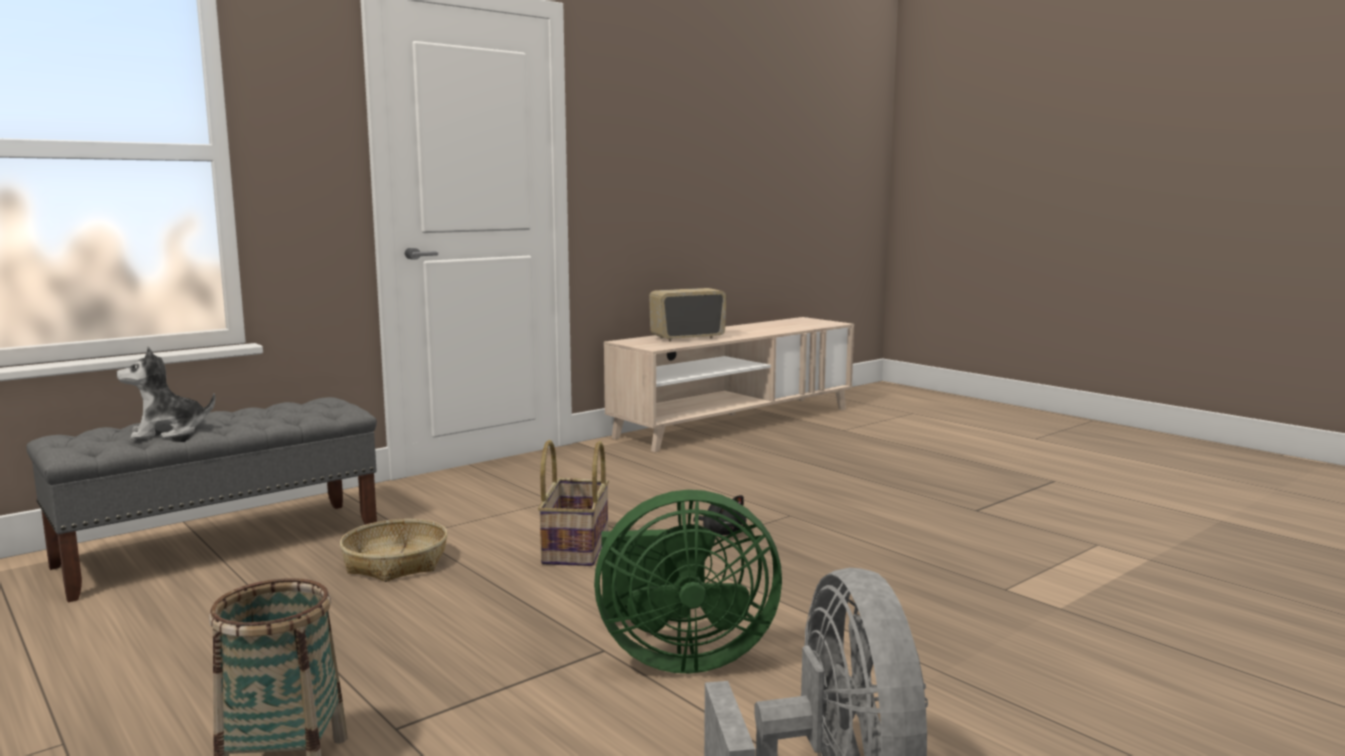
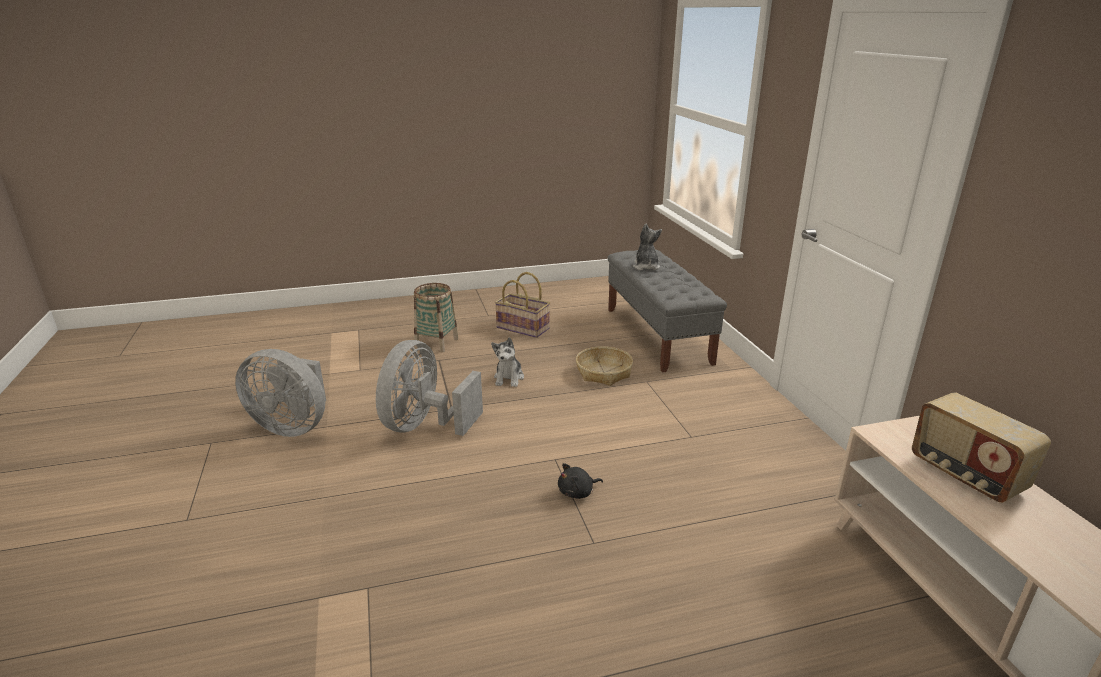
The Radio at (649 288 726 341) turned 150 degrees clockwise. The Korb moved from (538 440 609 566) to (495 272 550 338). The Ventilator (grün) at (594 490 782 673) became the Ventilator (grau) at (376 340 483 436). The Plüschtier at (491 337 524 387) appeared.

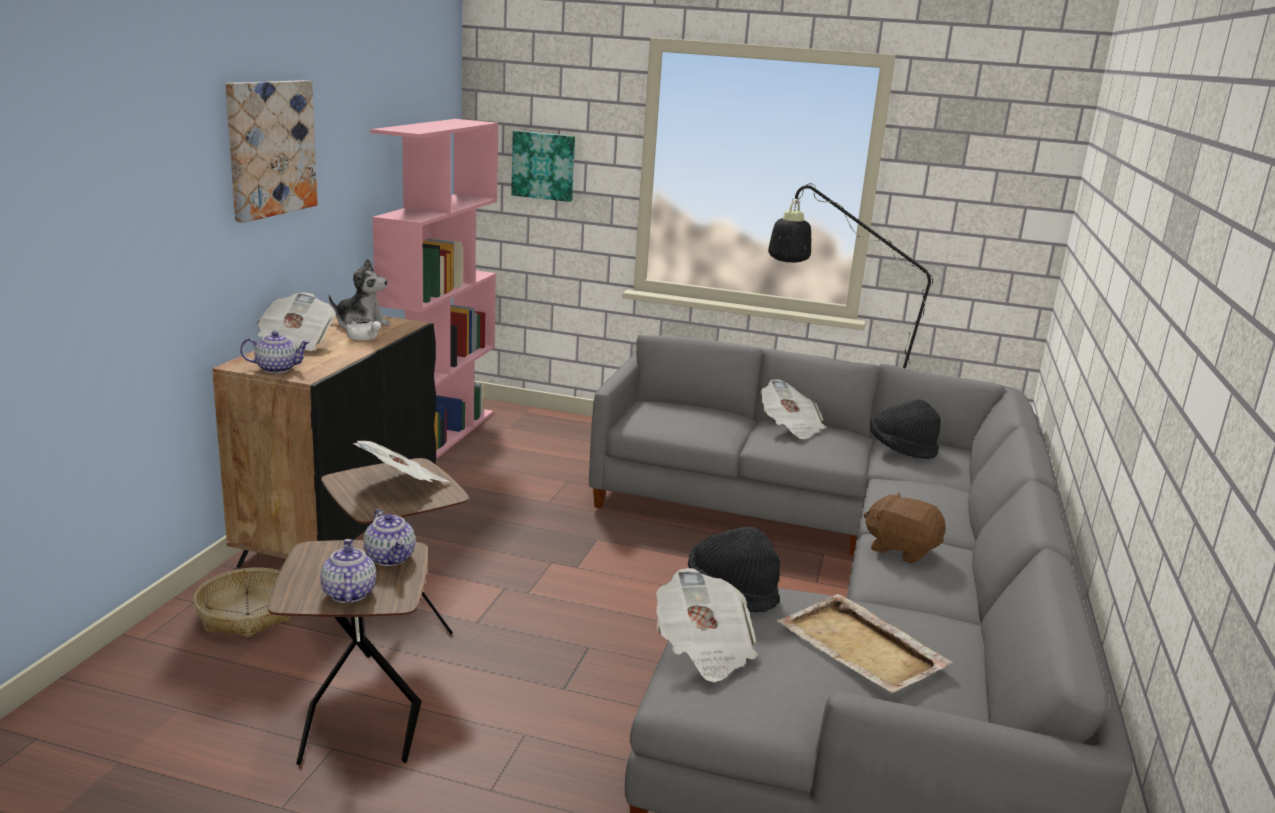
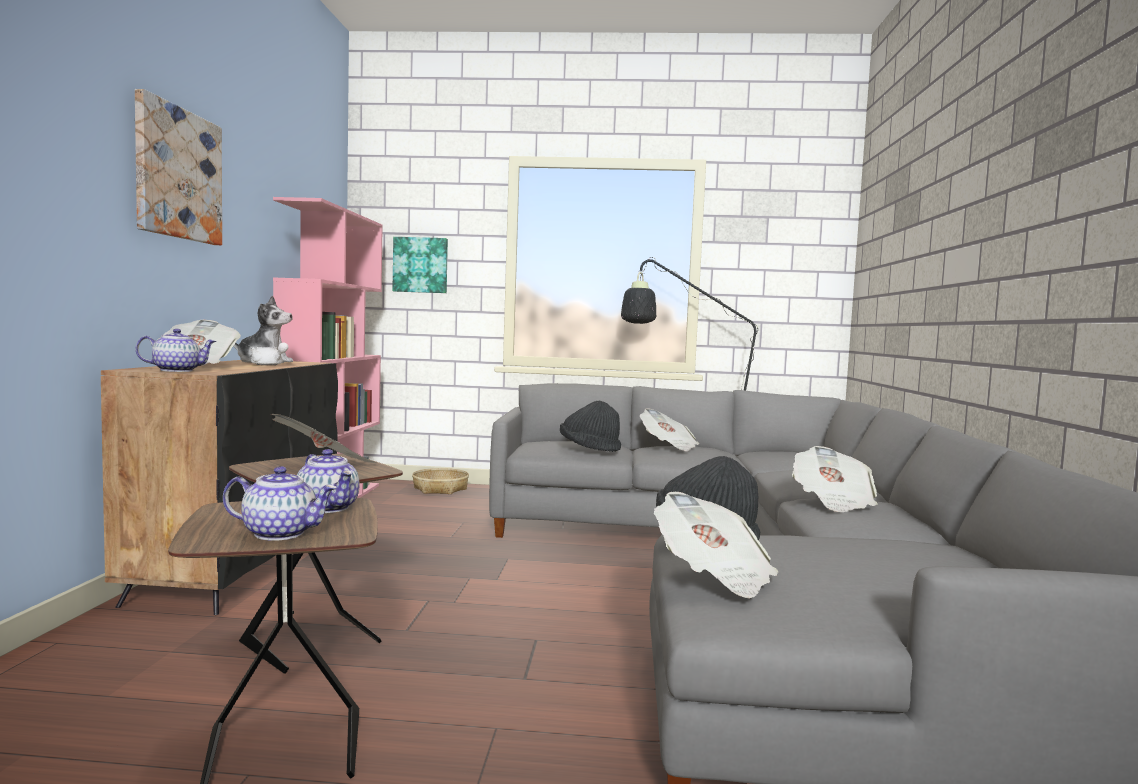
The Hut (schwarz) moved from (870 399 940 459) to (560 401 621 452). The Plüschtier (braun) at (864 492 946 564) was replaced by the Zeitung at (792 446 878 512). The Teekanne at (320 539 376 603) turned 120 degrees clockwise. The Korb moved from (194 567 290 638) to (412 468 469 494). The Tablett (beige) at (777 594 953 693) disappeared.

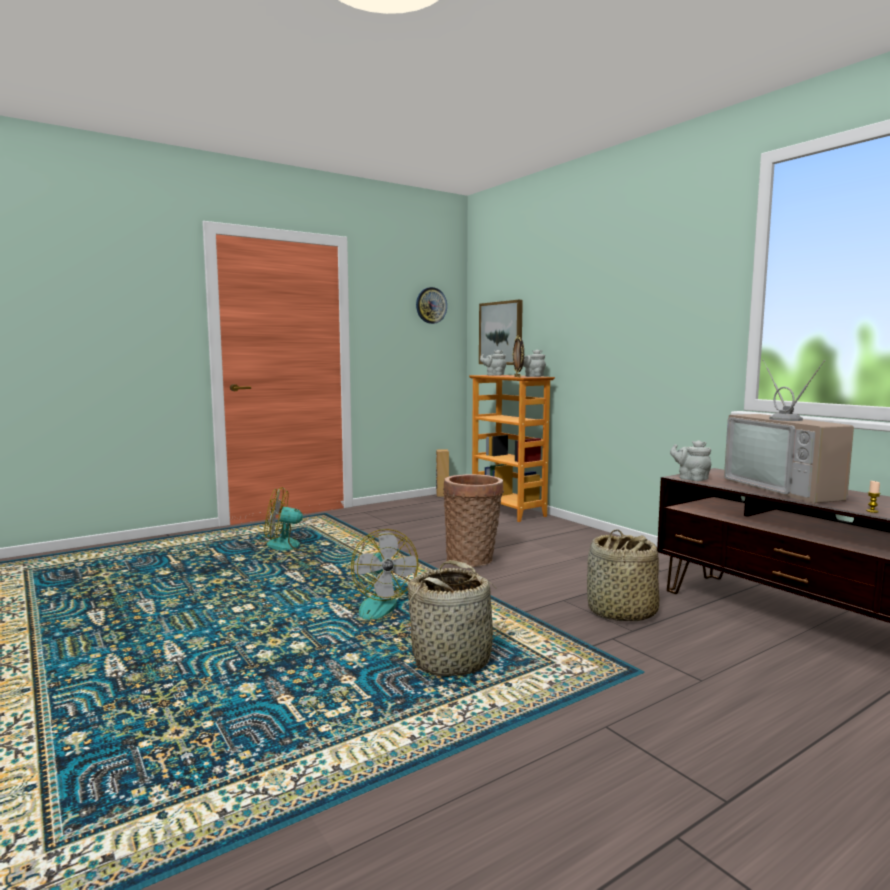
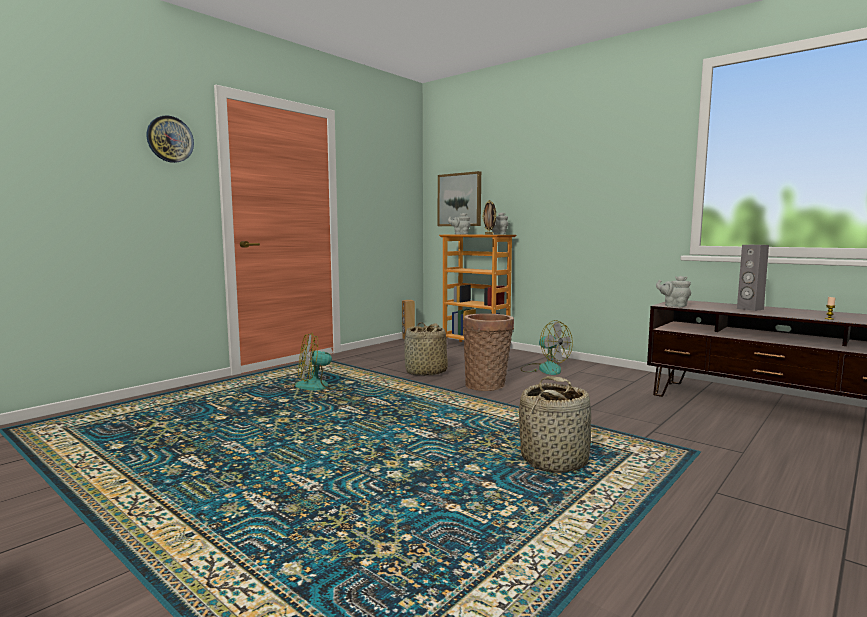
The Wanduhr moved from (416 287 447 324) to (146 115 194 163). The Fernseher at (724 359 854 503) was replaced by the Lautsprecher (grau) at (737 245 769 311). The Ventilator moved from (347 529 418 620) to (521 320 573 375). The Korb moved from (587 529 659 621) to (404 322 448 376).

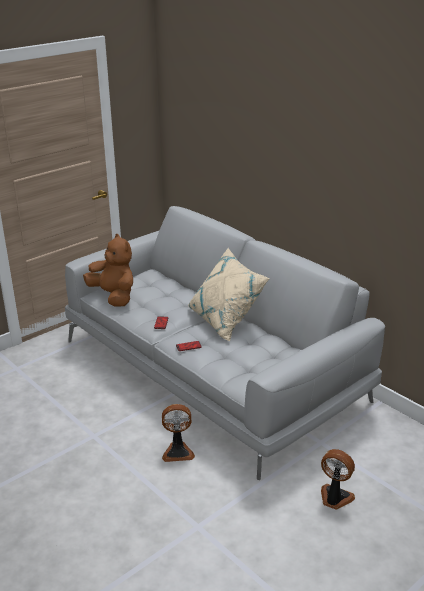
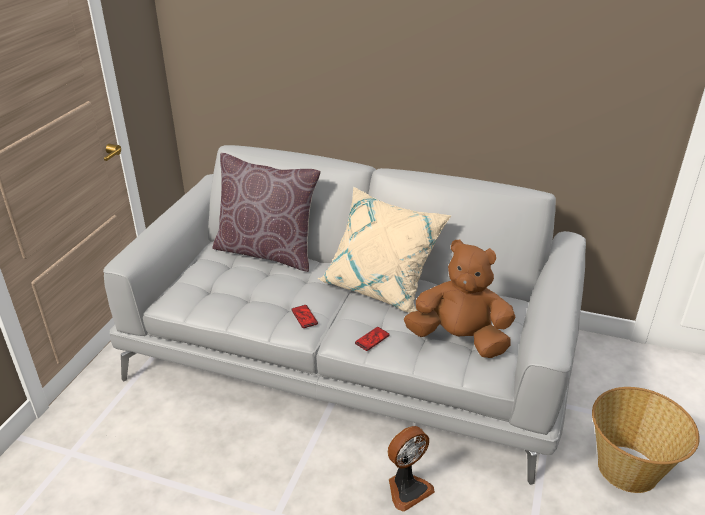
The Plüschtier (braun) moved from (83 234 133 306) to (404 240 515 358). The Ventilator at (321 449 355 510) was replaced by the Korb at (592 387 700 493). The Kissen (braun) at (212 153 321 272) appeared.

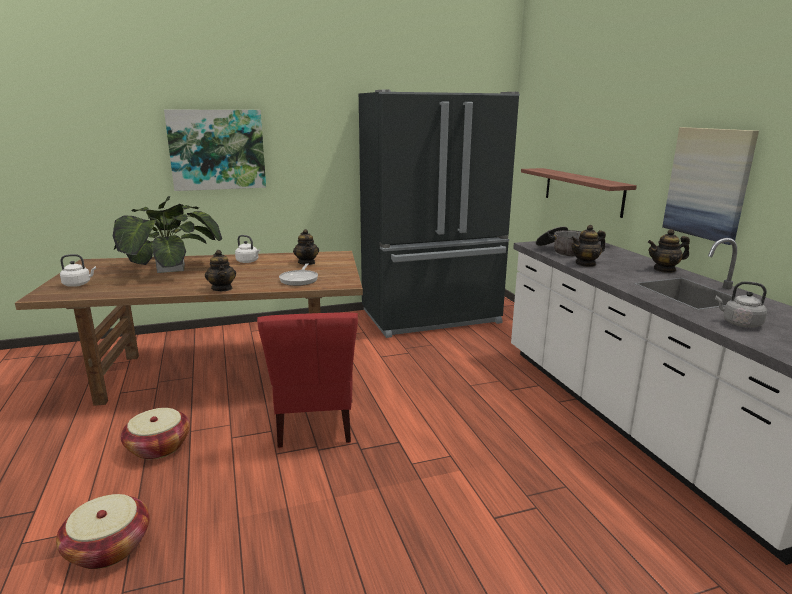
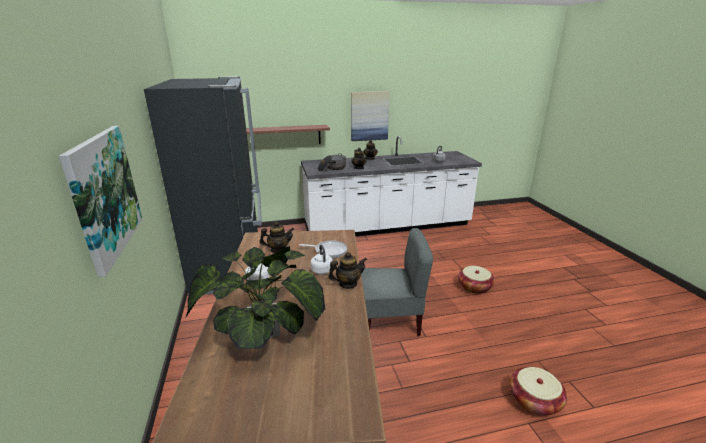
The Wasserkessel (weiß) moved from (60 254 96 287) to (311 245 333 275). The Stuhl (rot) at (257 312 358 448) became the Stuhl (grau) at (361 228 433 336). The Korb moved from (121 408 190 460) to (458 266 495 294).

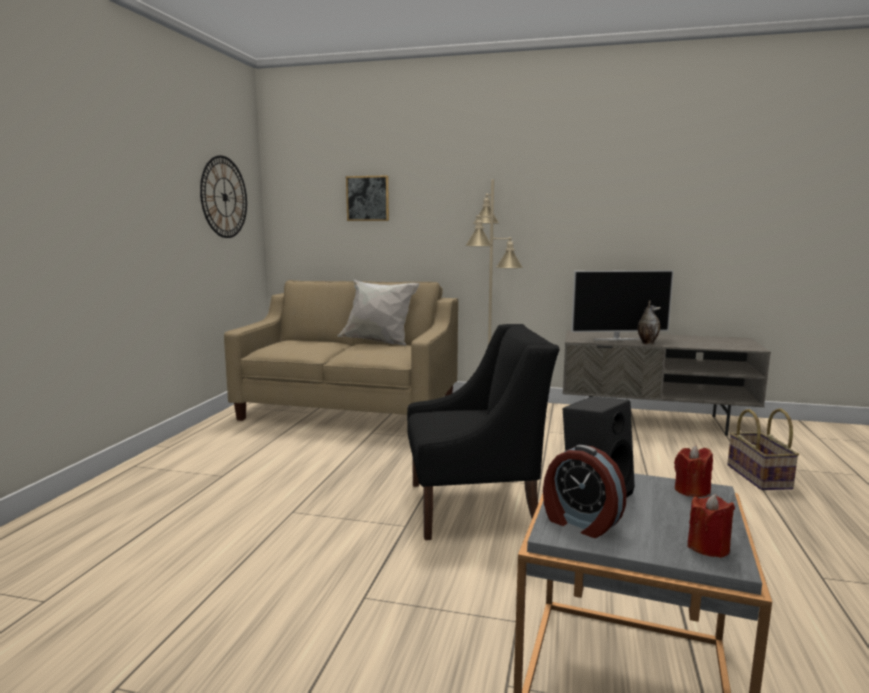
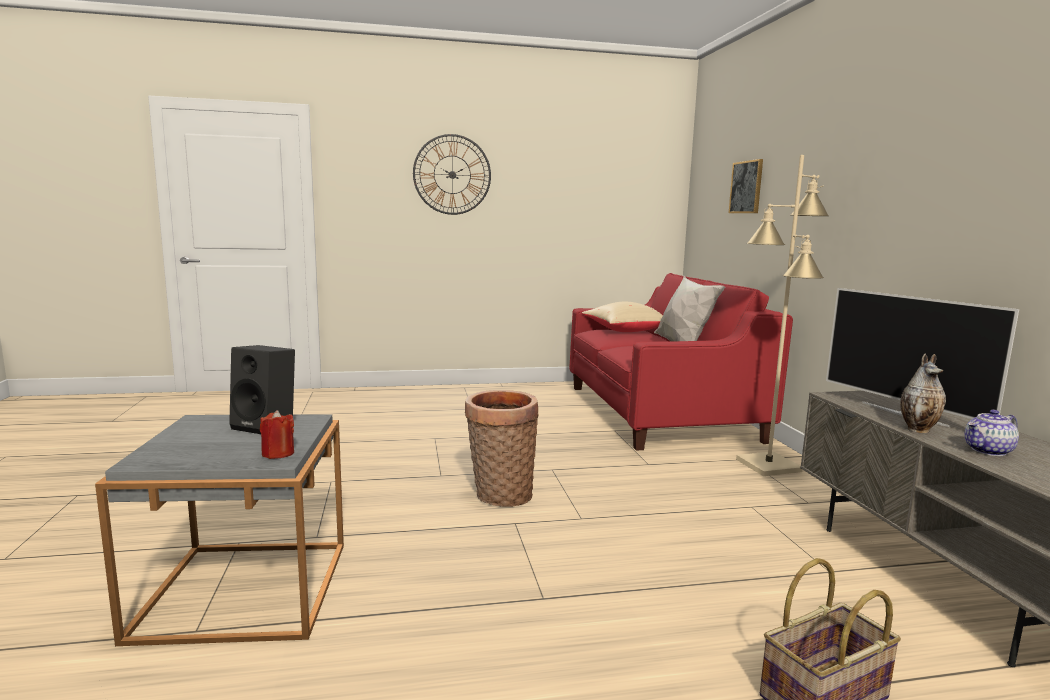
The Wanduhr moved from (200 155 247 238) to (413 134 491 215). The Sofa (beige) at (224 280 458 421) became the Sofa (rot) at (569 273 793 450). The Sessel (schwarz) at (407 324 559 540) was replaced by the Korb at (465 390 539 507). The Wecker at (543 445 627 538) disappeared. The Kerze (rot) at (687 494 735 558) disappeared. The Kissen (beige) at (582 302 663 332) appeared. The Teekanne at (964 410 1019 456) appeared.

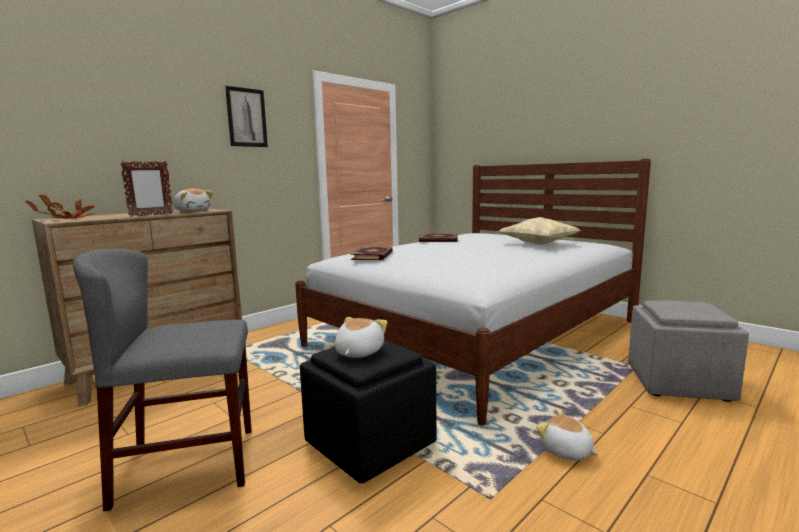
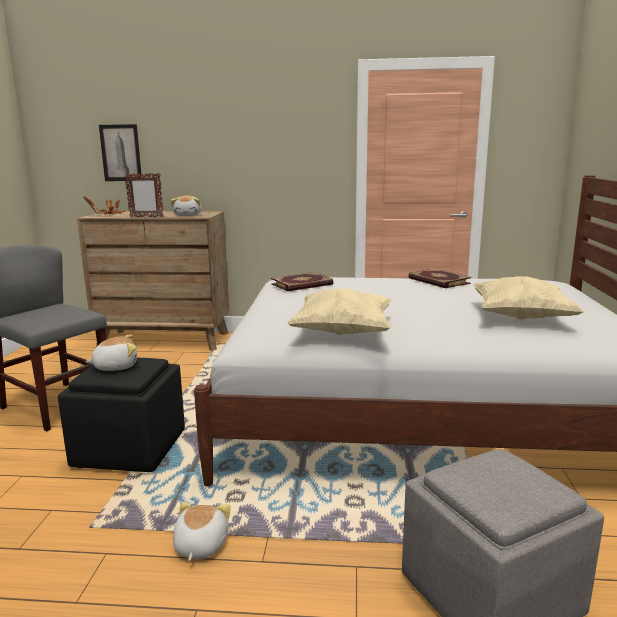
The Bild moved from (225 86 268 147) to (99 124 142 181). The Kissen (beige) at (287 288 392 335) appeared.

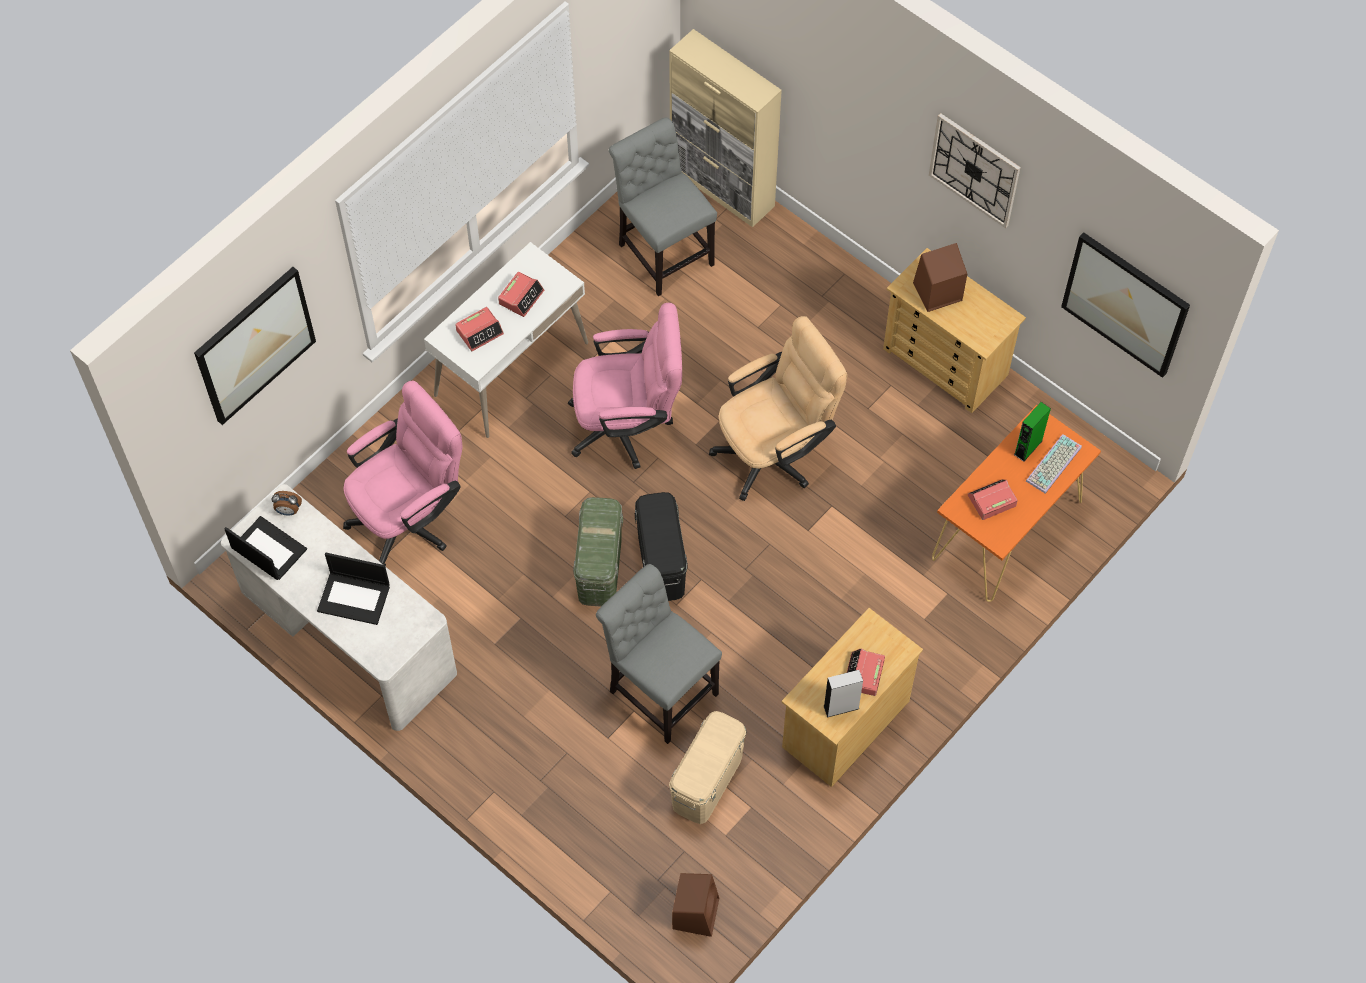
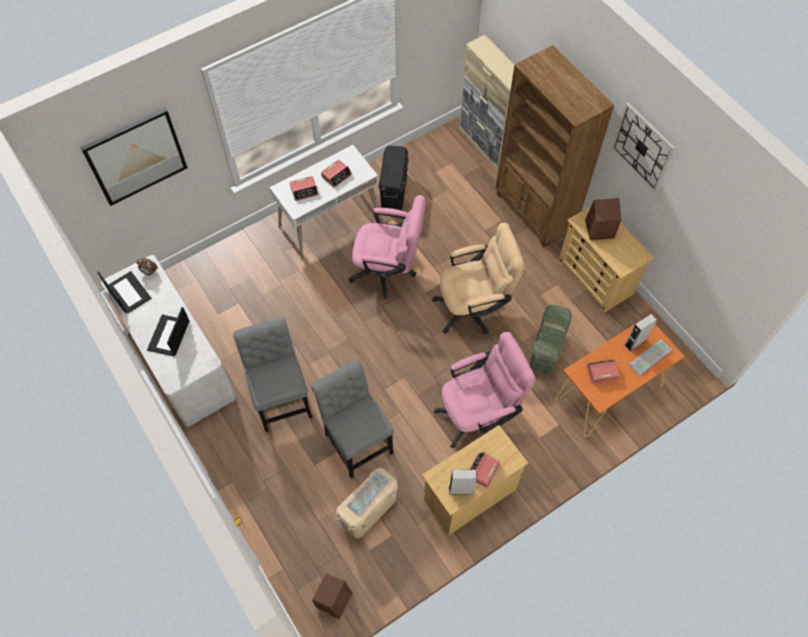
The Stuhl (grau) moved from (609 117 717 296) to (233 317 312 432). The Bild at (1061 232 1190 378) disappeared. The Bürostuhl (rosa) moved from (343 381 463 566) to (433 332 535 449). The Lautsprecher (grün) at (1014 402 1051 462) became the Lautsprecher (grau) at (625 314 657 351). The Aufbewahrungsbox (schwarz) moved from (634 492 688 601) to (379 146 409 210). The Aufbewahrungsbox (grün) moved from (573 497 623 607) to (530 304 572 375). The Laptop at (317 553 390 625) turned 75 degrees clockwise. The Bücherregal (braun) at (496 45 615 248) appeared. The Tastatur at (346 470 390 516) appeared.

